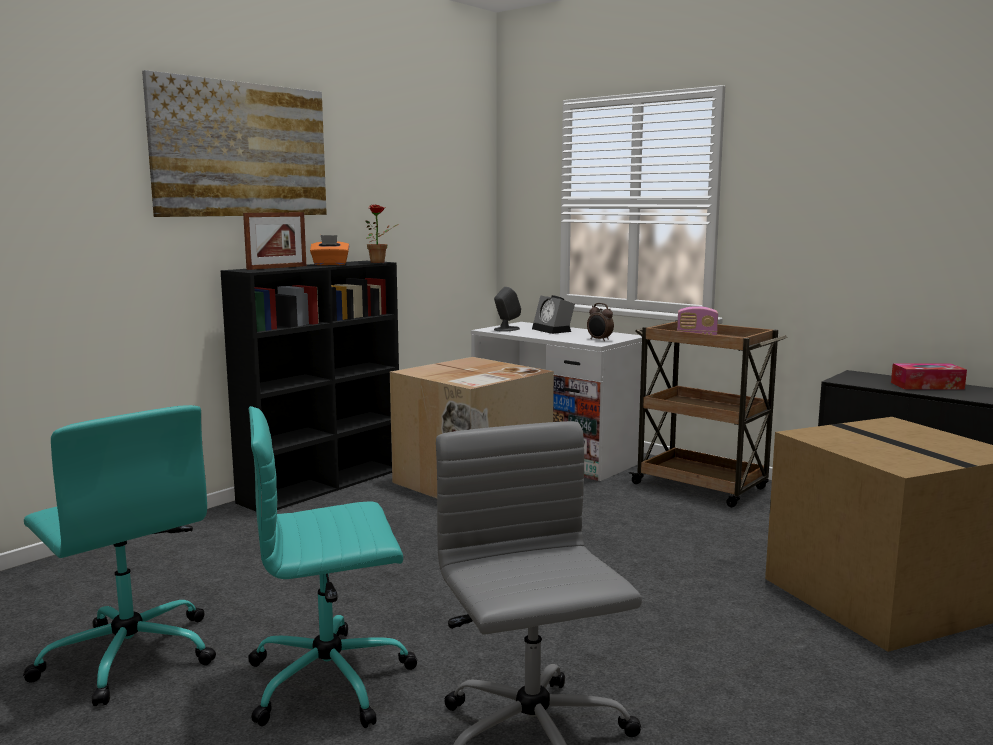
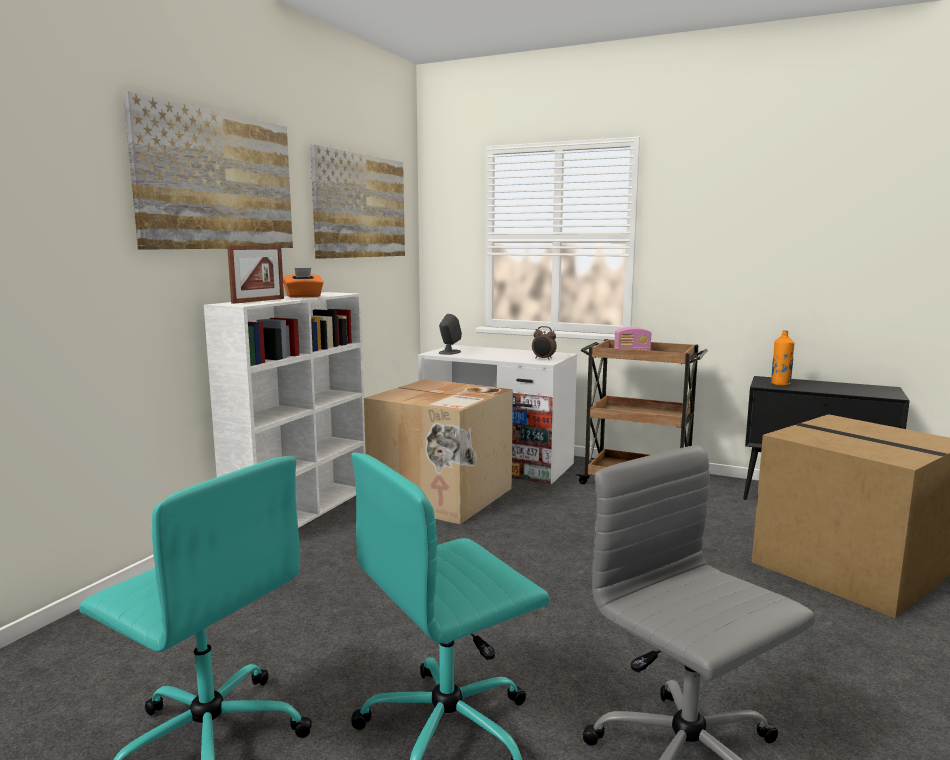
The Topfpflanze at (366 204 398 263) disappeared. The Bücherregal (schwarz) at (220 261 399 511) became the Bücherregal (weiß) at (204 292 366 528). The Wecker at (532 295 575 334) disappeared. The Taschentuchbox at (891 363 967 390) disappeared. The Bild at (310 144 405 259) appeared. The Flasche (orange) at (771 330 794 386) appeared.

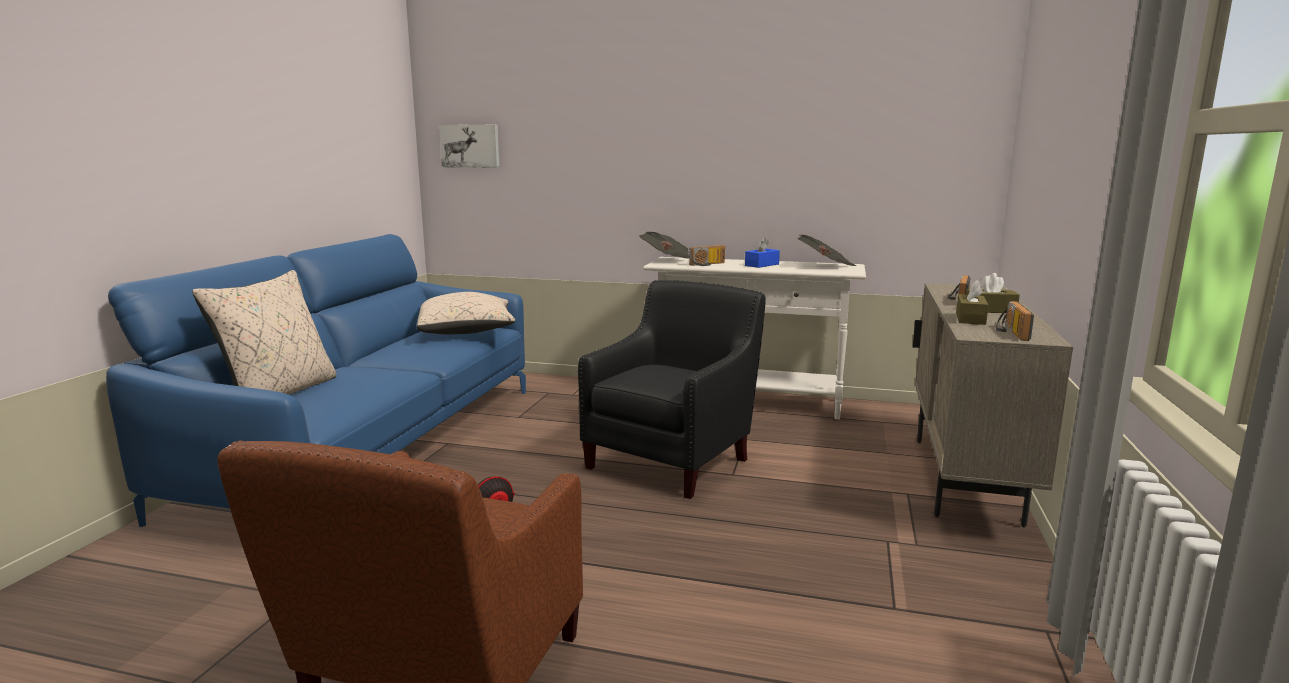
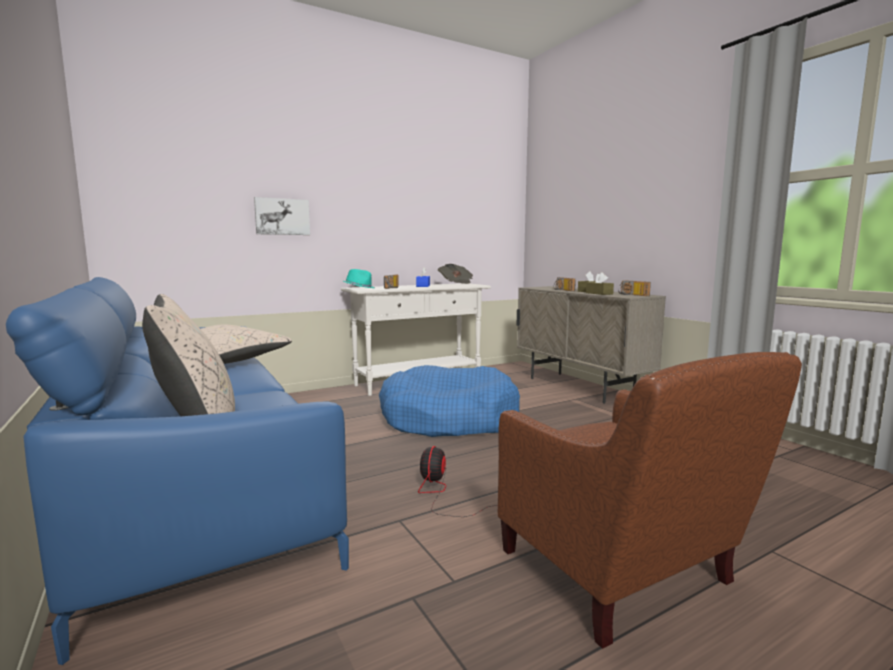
The Bild moved from (439 124 500 168) to (254 197 310 235). The Zeitung at (639 232 689 259) was replaced by the Hut (türkis) at (343 269 375 288). The Sessel (schwarz) at (578 280 766 499) was replaced by the Hundebett (blau) at (379 365 520 437).

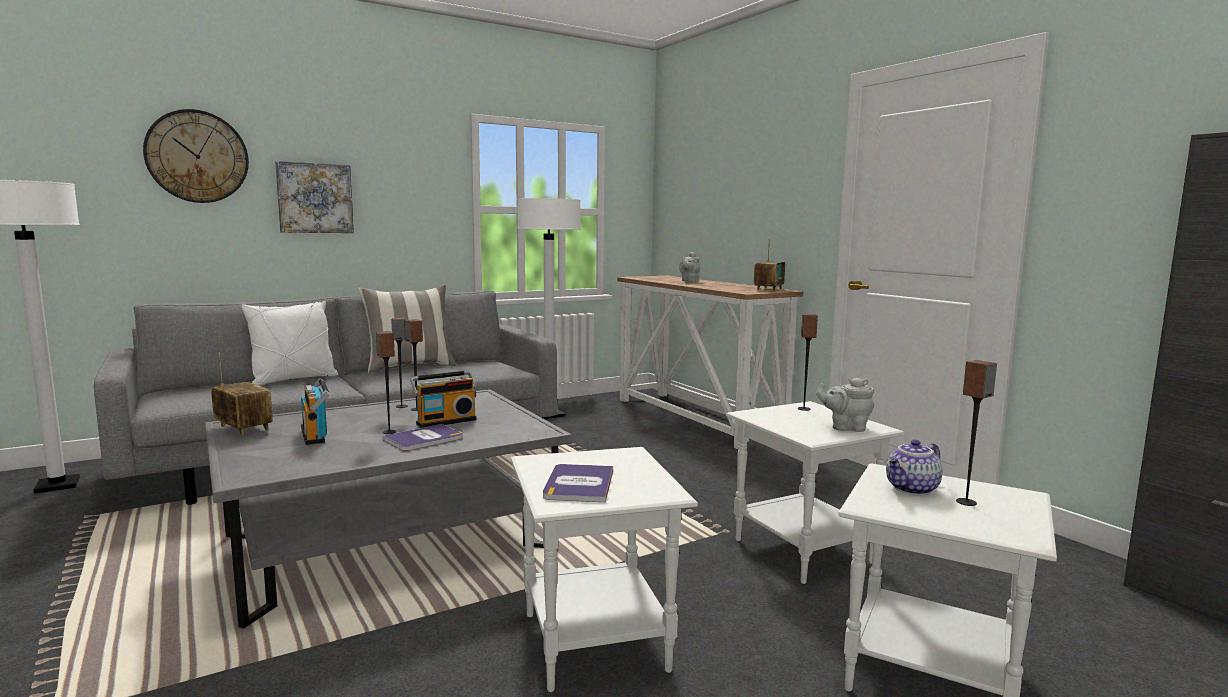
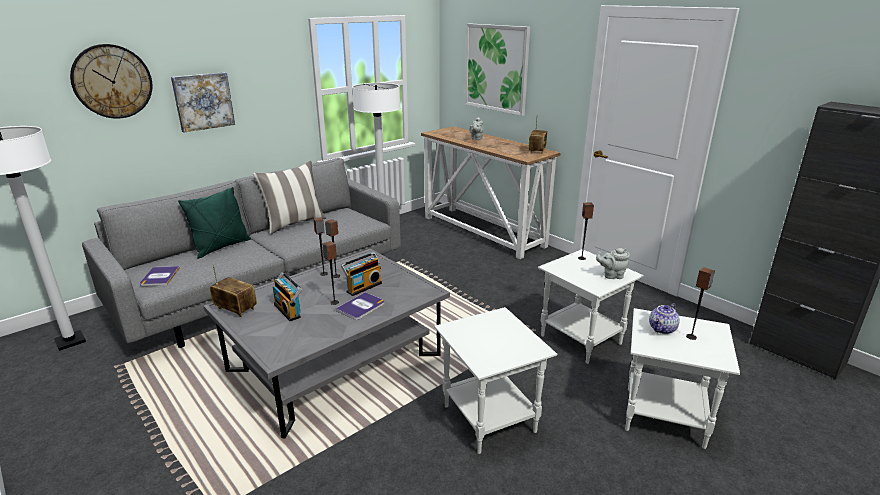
The Kissen (weiß) at (241 301 338 386) became the Kissen (grün) at (178 187 251 259). The Buch moved from (543 464 613 502) to (140 266 180 286). The Bild at (465 23 530 116) appeared.

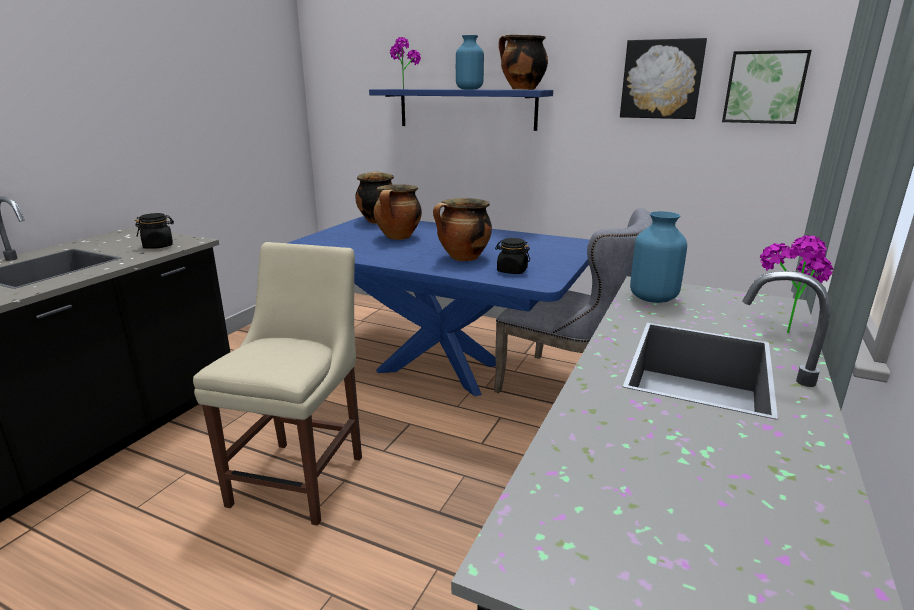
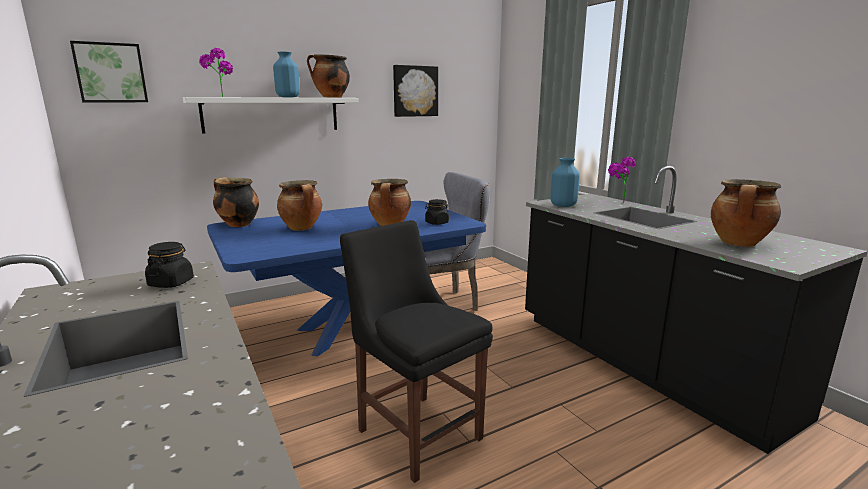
The Bild moved from (722 50 812 124) to (70 41 148 102). The Wandregal (blau) at (369 89 553 131) became the Wandregal (weiß) at (183 97 358 134). The Stuhl (beige) at (193 242 362 526) became the Stuhl (schwarz) at (340 220 493 483). The Kochtopf at (711 179 781 247) appeared.

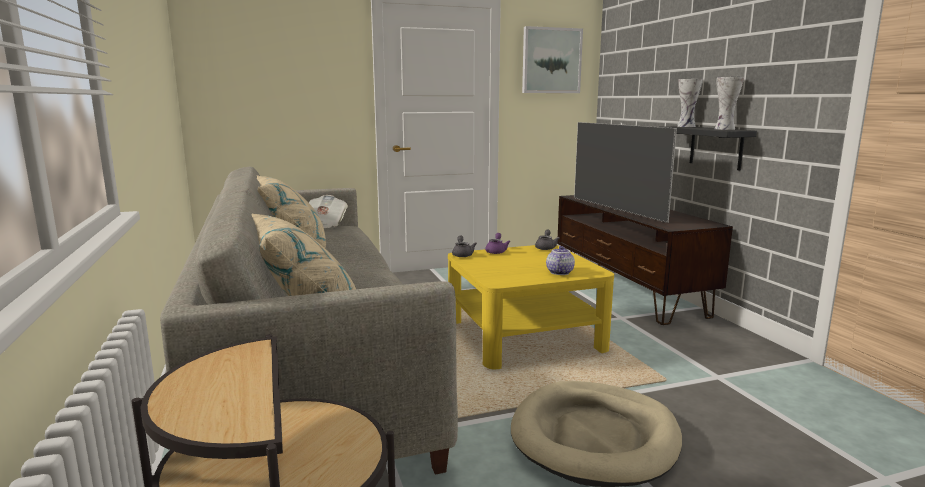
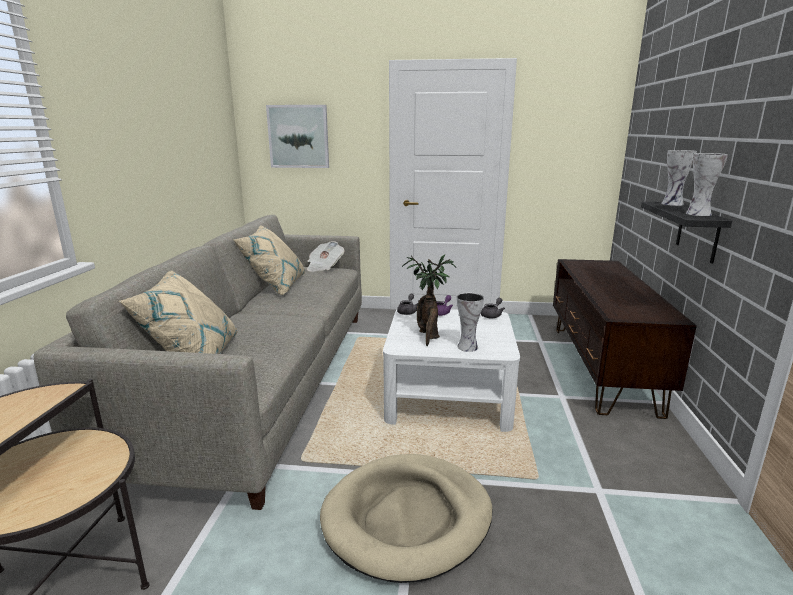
The Bild moved from (522 26 583 93) to (266 105 329 168). The Fernseher at (574 122 677 223) disappeared. The Couchtisch (gelb) at (448 245 614 369) became the Couchtisch (weiß) at (383 309 520 432). The Teekanne at (546 246 575 275) was replaced by the Vase at (457 293 484 352). The Topfpflanze at (402 255 457 346) appeared.

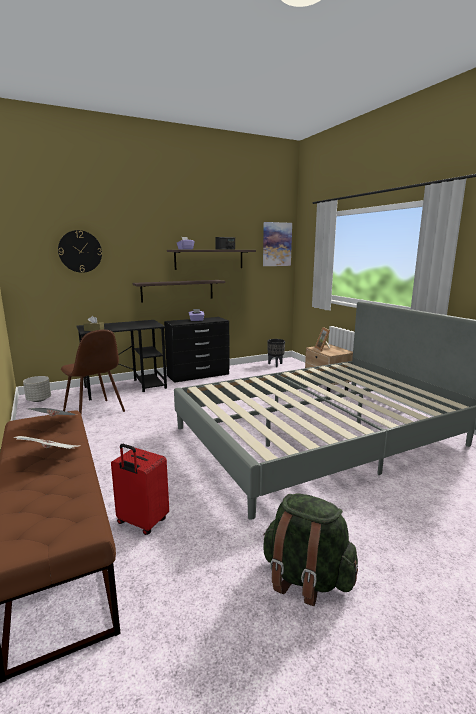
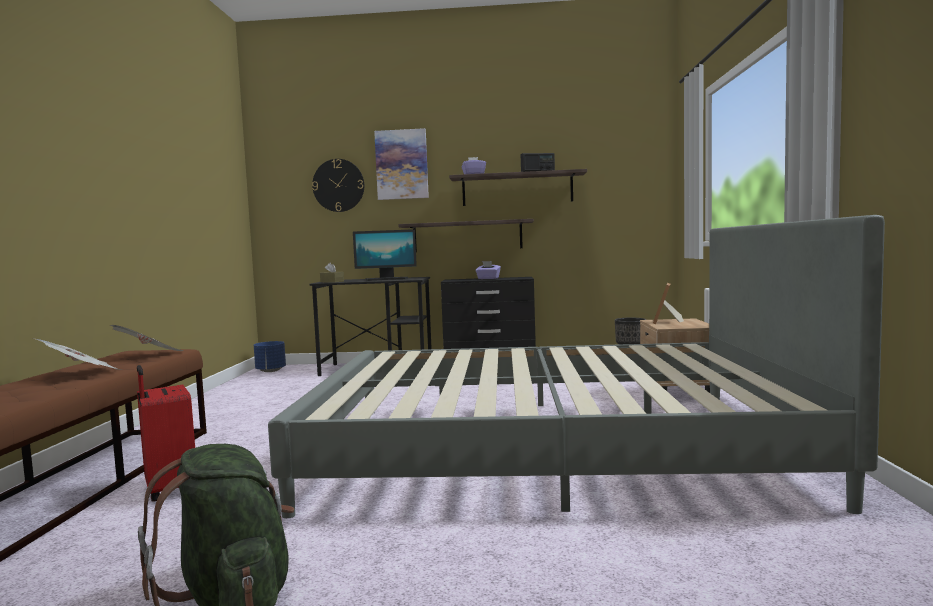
The Bild moved from (263 222 292 266) to (374 128 429 200). The Stuhl (braun) at (61 330 125 416) disappeared. The Pflanzkübel (grau) at (23 376 51 402) became the Pflanzkübel (blau) at (254 341 286 372). The Monitor at (353 229 417 281) appeared.

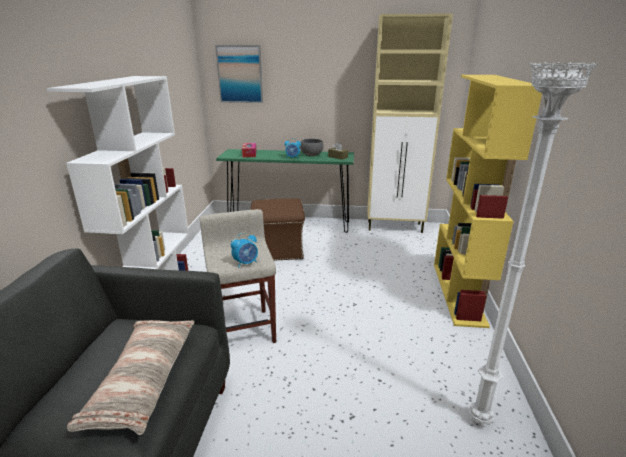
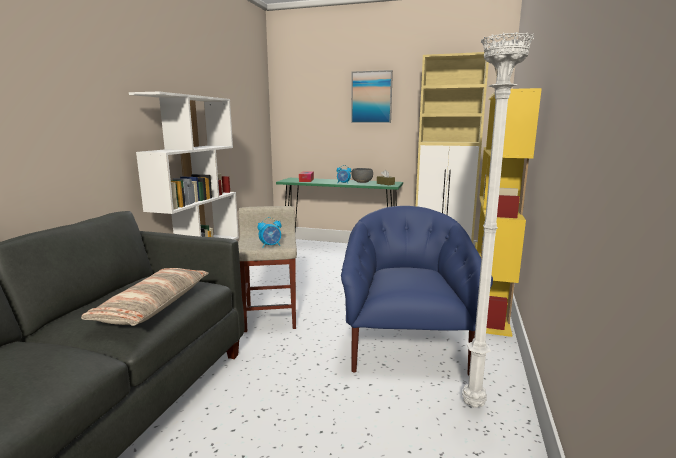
The Bild moved from (215 45 263 103) to (351 70 393 123). The Polsterhocker (braun) at (250 198 305 261) disappeared. The Sessel (blau) at (341 206 493 376) appeared.

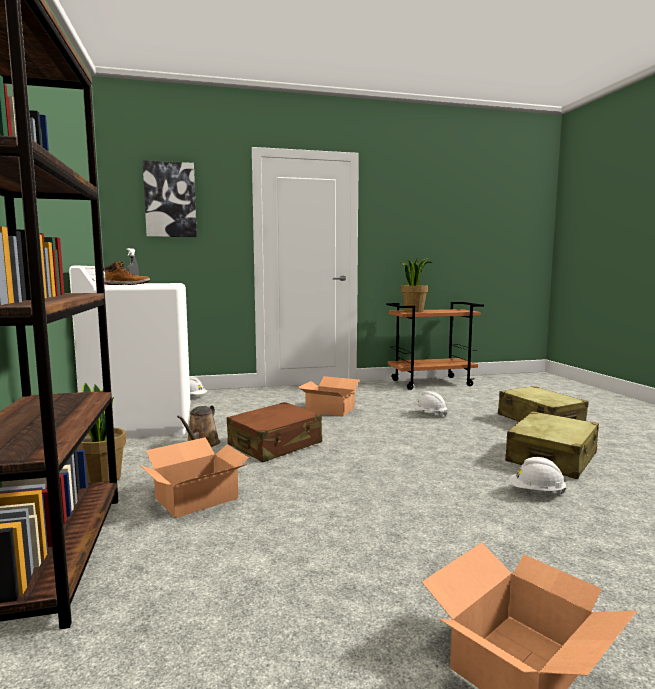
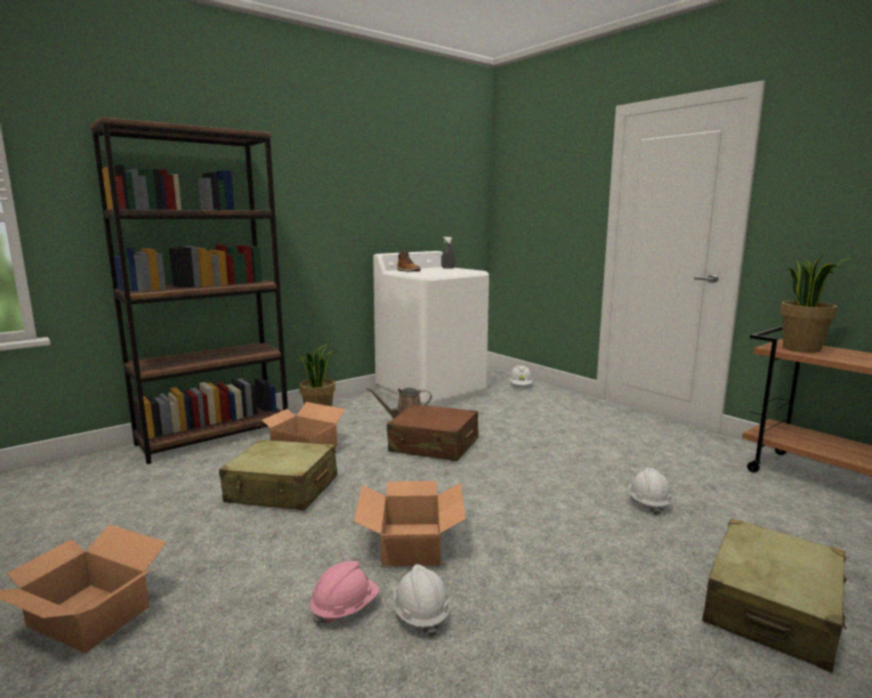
The Bild at (143 160 197 237) disappeared. The Karton moved from (299 376 361 416) to (354 481 466 567). The Koffer (beige) moved from (505 411 599 479) to (219 440 337 511). The Schutzhelm (rosa) at (310 561 379 626) appeared.

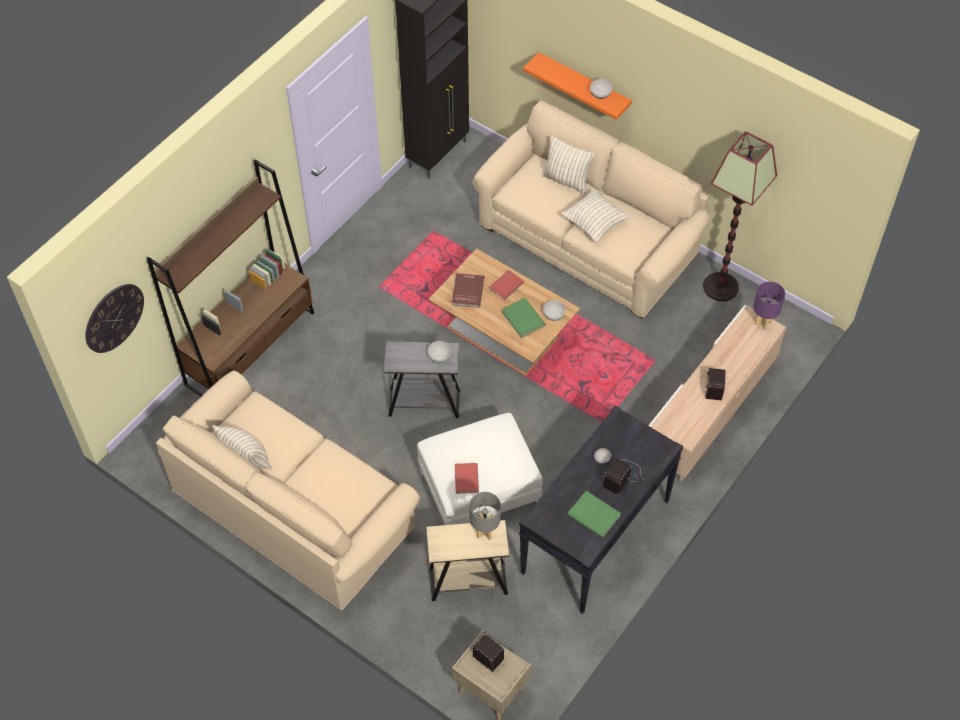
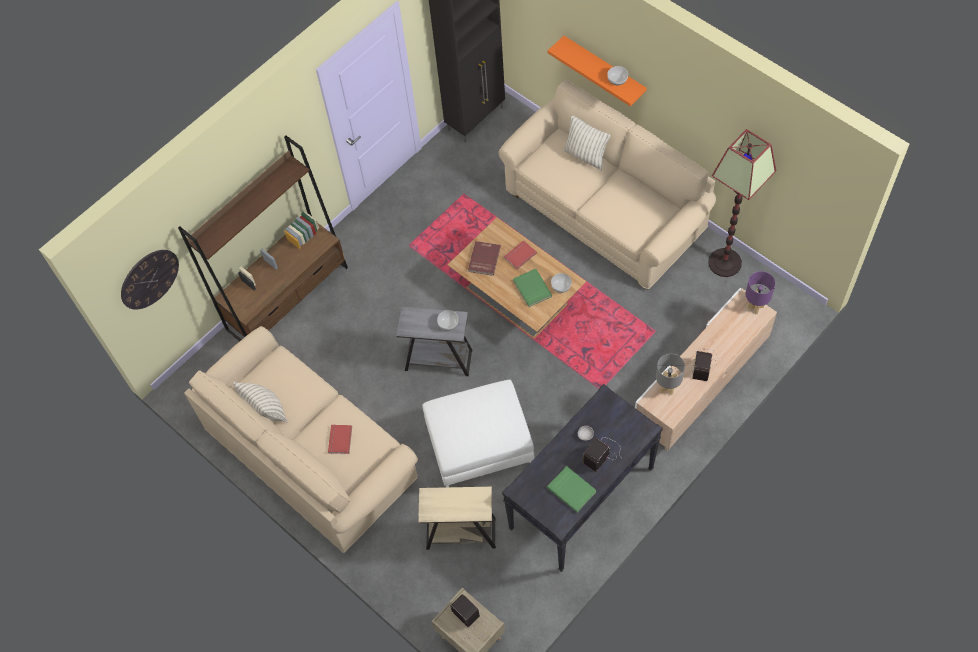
The Kissen at (561 189 629 243) disappeared. The Buch (rot) moved from (455 463 479 494) to (328 425 352 454). The Tischlampe (grau) moved from (469 492 501 540) to (656 354 685 395).

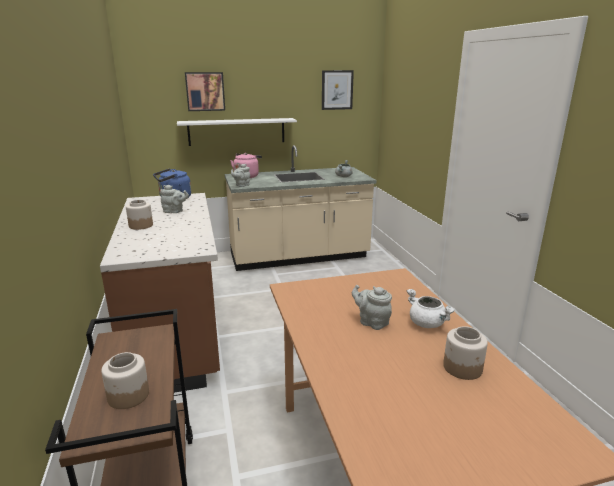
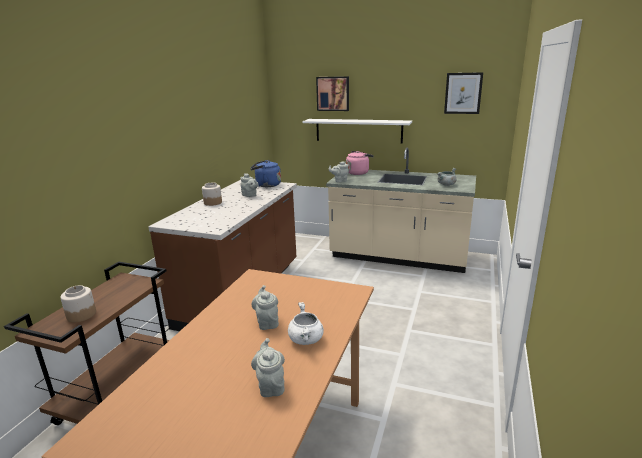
The Vorratsglas at (443 326 488 380) was replaced by the Teekanne (grau) at (251 338 285 397).

